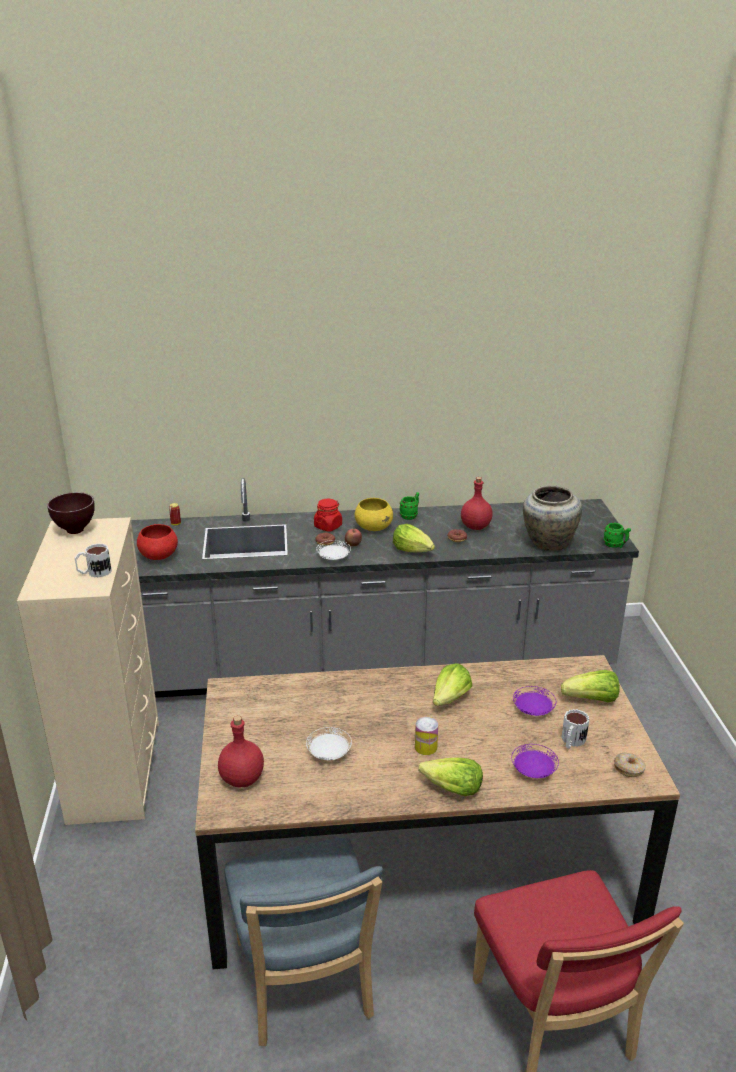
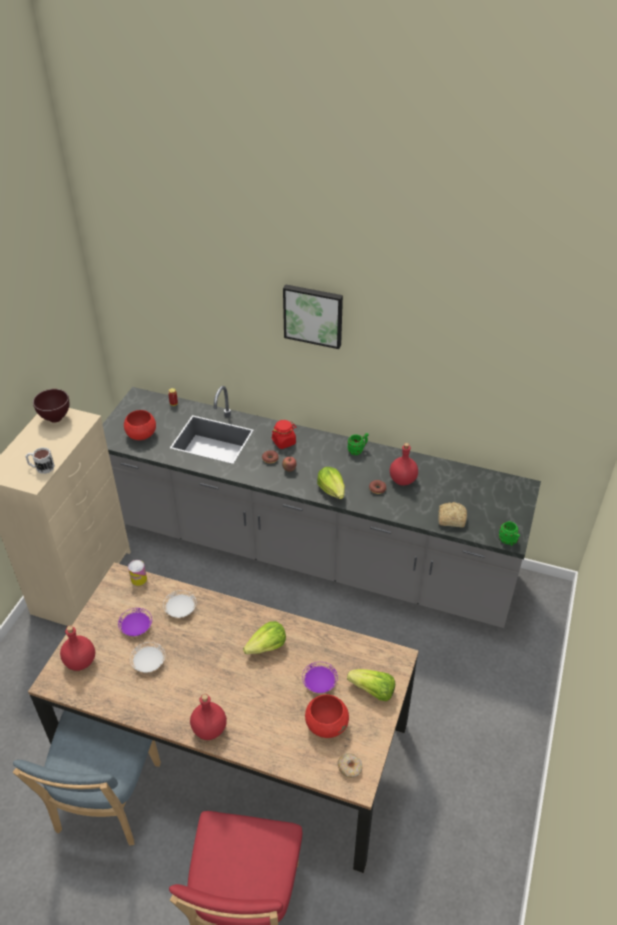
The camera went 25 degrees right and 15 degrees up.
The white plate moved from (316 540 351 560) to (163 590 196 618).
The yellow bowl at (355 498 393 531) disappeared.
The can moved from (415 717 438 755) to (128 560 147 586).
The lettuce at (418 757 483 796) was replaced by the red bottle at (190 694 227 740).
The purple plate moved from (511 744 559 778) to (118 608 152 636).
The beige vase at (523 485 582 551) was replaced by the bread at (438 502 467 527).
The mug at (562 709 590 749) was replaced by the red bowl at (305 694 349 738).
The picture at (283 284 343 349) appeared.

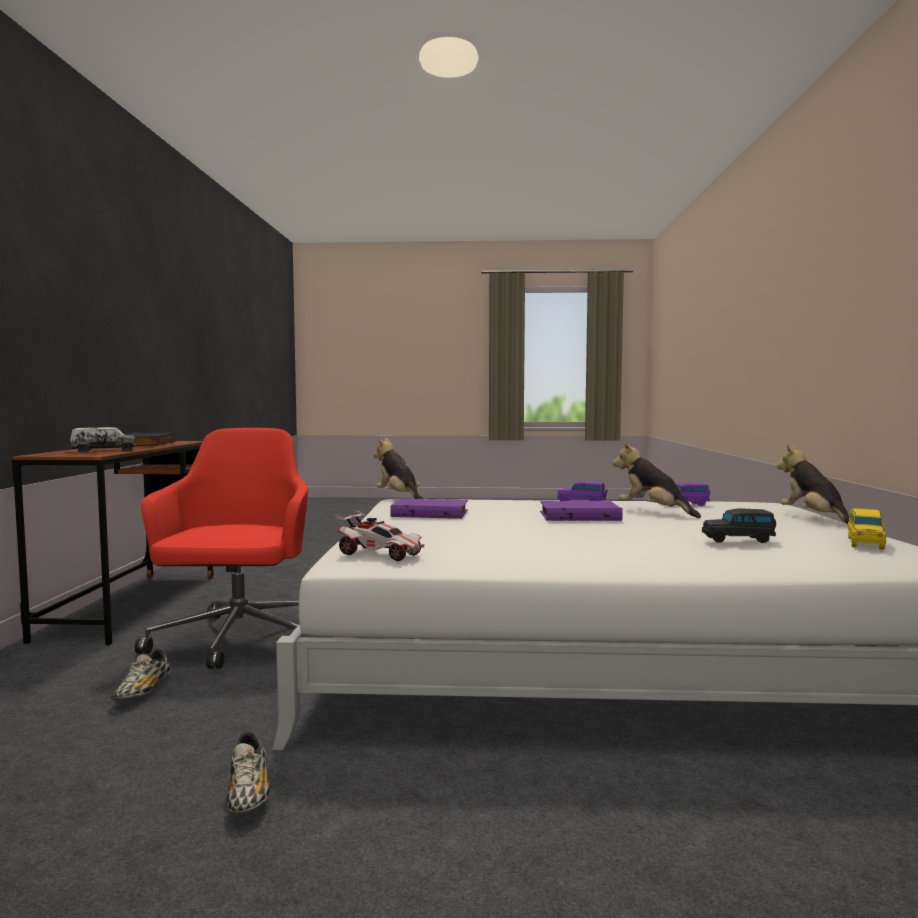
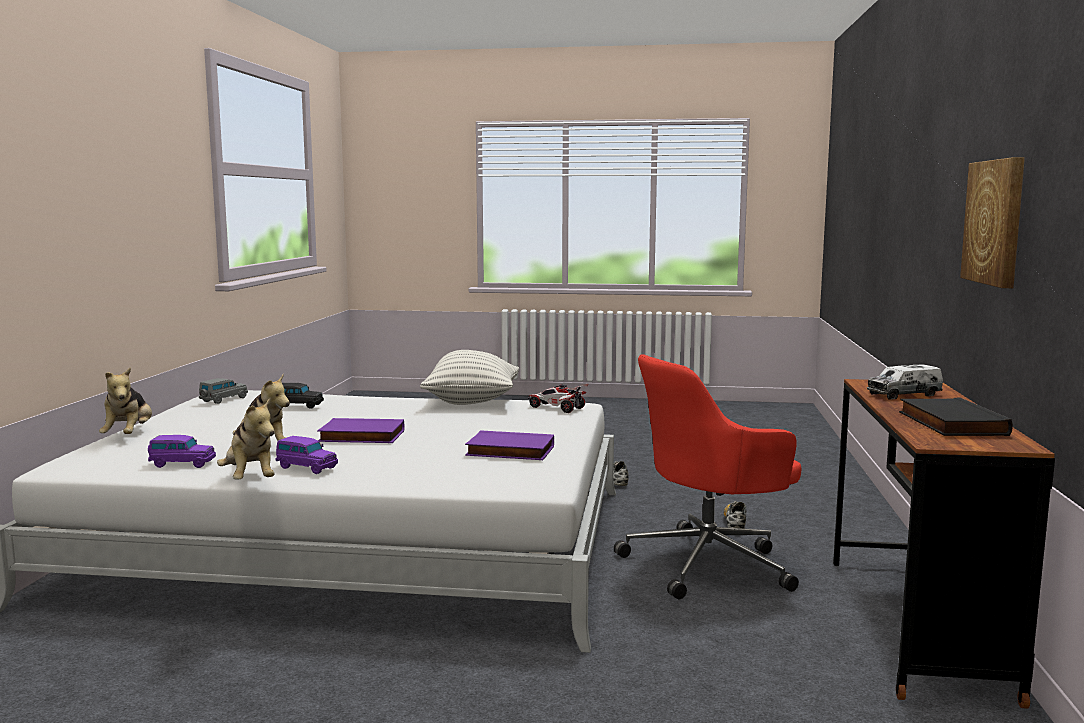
The camera went 175 degrees left and 5 degrees up.
The red office chair at (135 428 308 669) turned 60 degrees clockwise.
The plush toy moved from (373 437 424 499) to (217 398 275 480).
The yellow toy car at (848 508 887 550) became the grey toy car at (199 378 248 404).
The pillow at (420 350 519 405) appeared.
The picture at (960 157 1025 288) appeared.

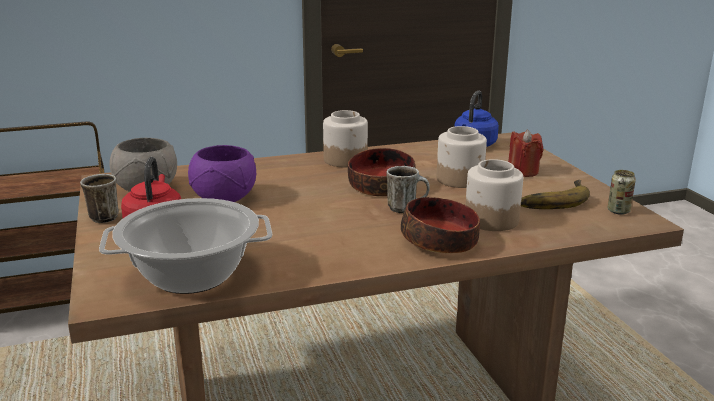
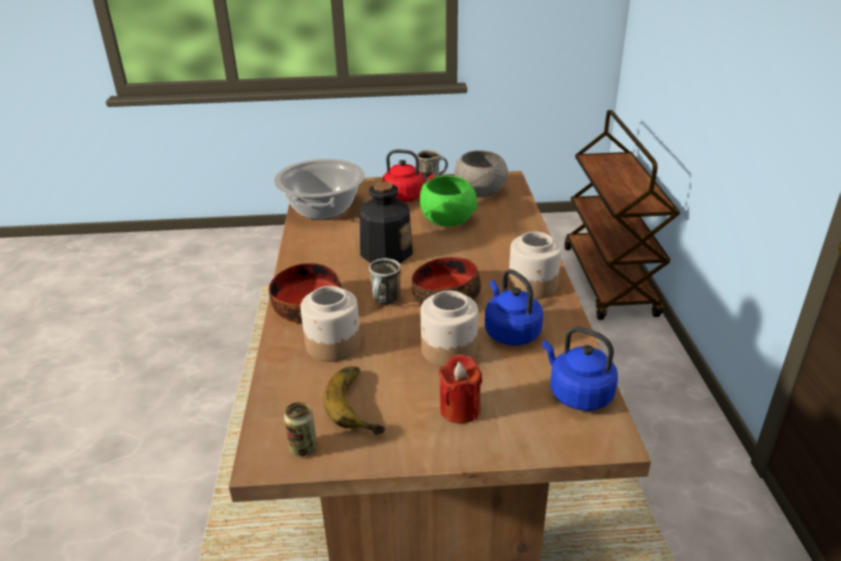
The camera went 105 degrees right and 10 degrees up.
The purple bowl at (188 145 256 202) became the green bowl at (420 175 478 227).
The bottle at (360 182 413 263) appeared.
The blue kettle at (485 269 543 346) appeared.

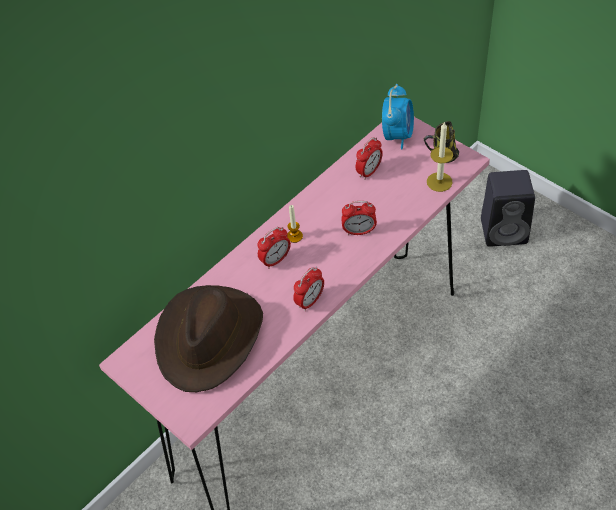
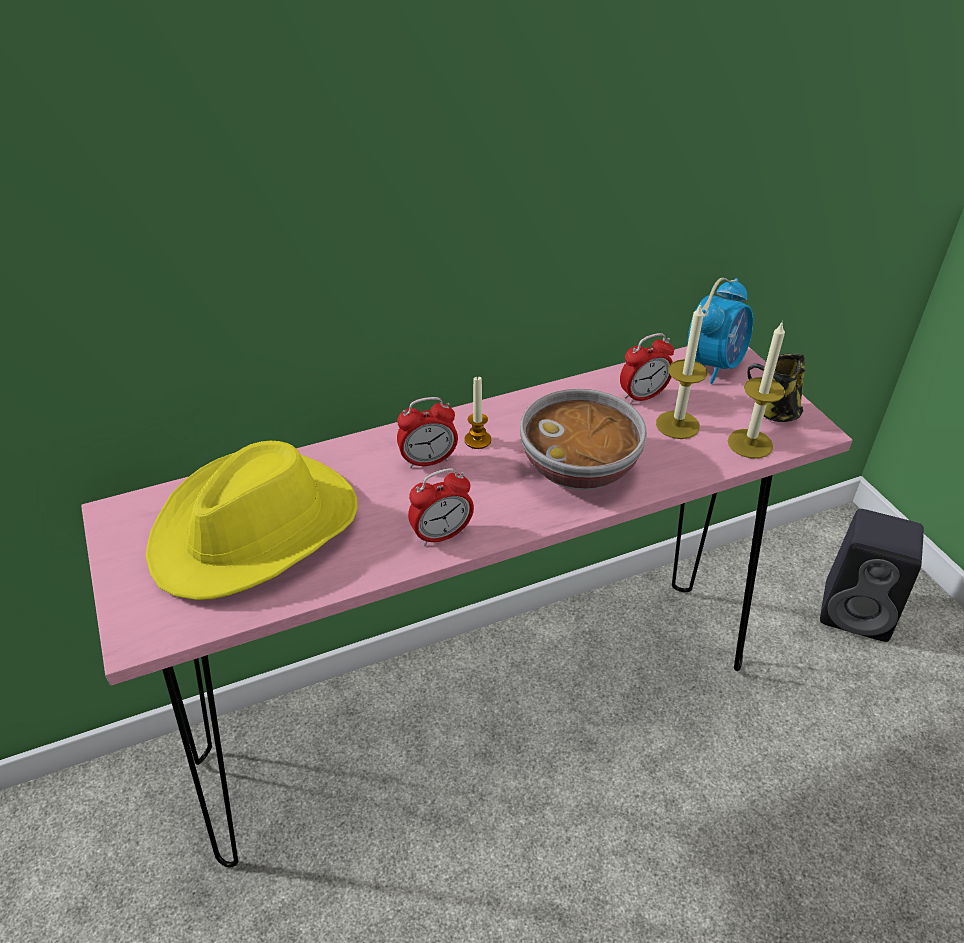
The camera went 20 degrees right and 10 degrees down.
The brown hat at (154 285 263 392) became the yellow hat at (146 441 358 600).
The alarm clock at (341 201 377 235) was replaced by the bowl at (520 389 647 490).
The candle at (656 303 707 439) appeared.

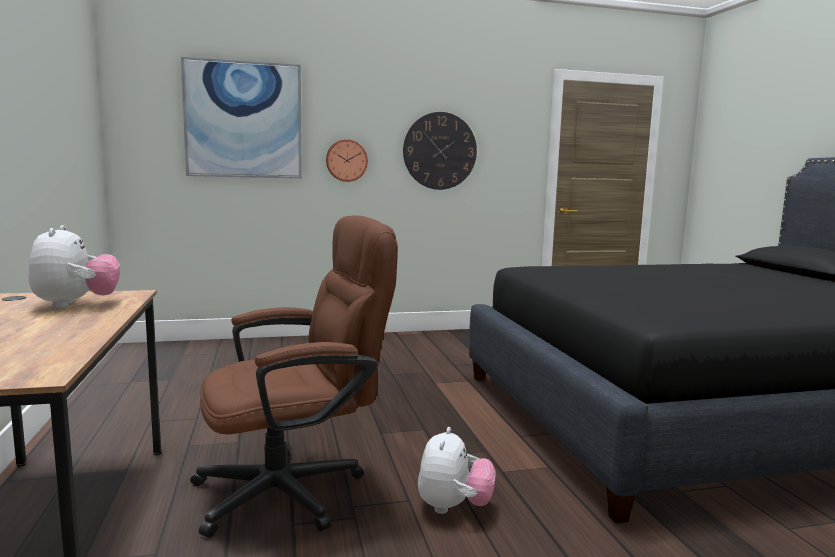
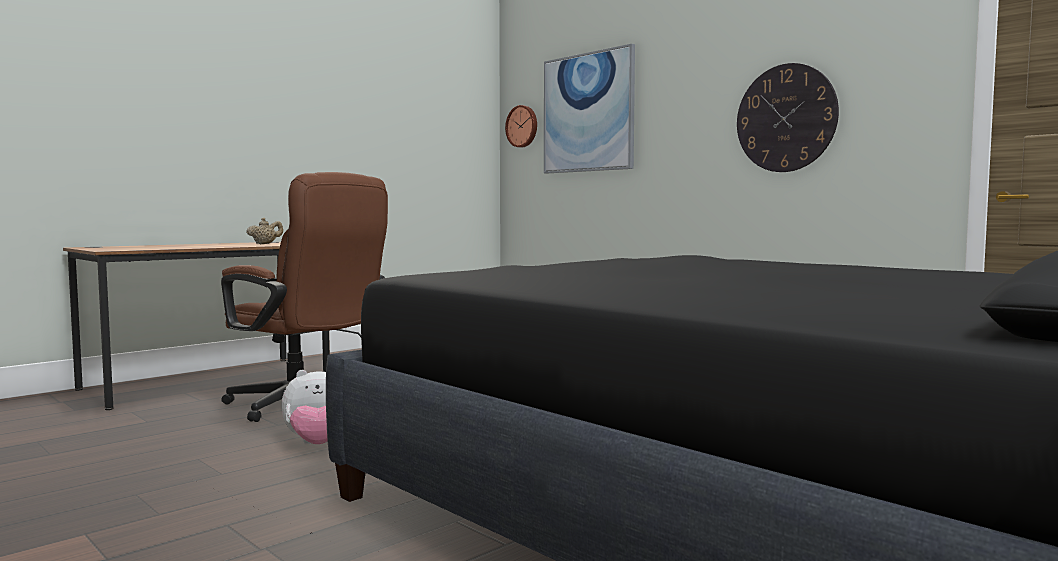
The camera went 60 degrees right and 5 degrees down.
The plush toy at (29 225 120 309) was replaced by the beige teapot at (246 218 283 244).
The wall clock moved from (326 139 368 182) to (505 105 537 147).

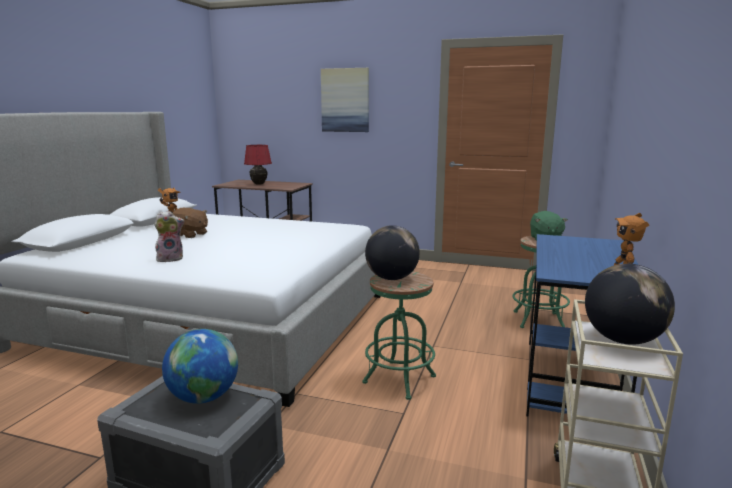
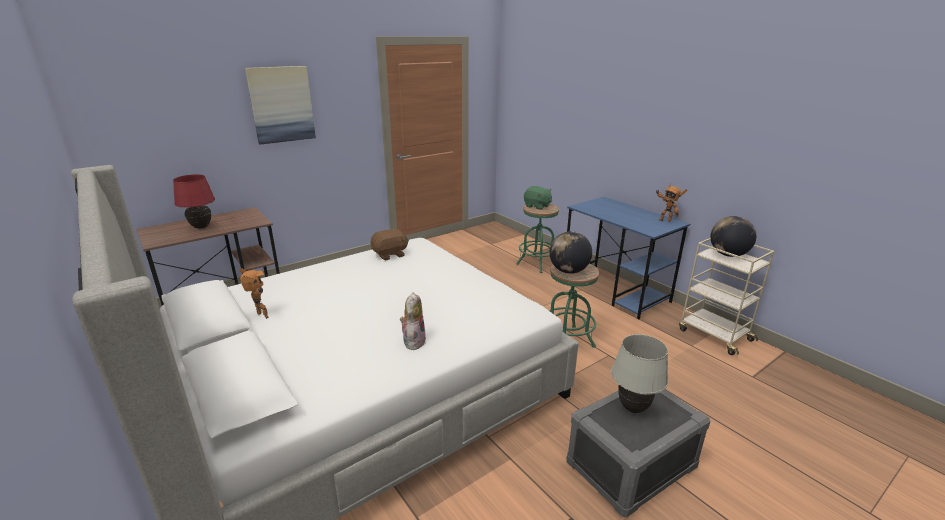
The camera went 55 degrees left and 10 degrees up.
The globe at (162 329 238 404) was replaced by the white table lamp at (611 334 668 413).
The brown plush toy moved from (172 208 208 238) to (370 228 409 260).

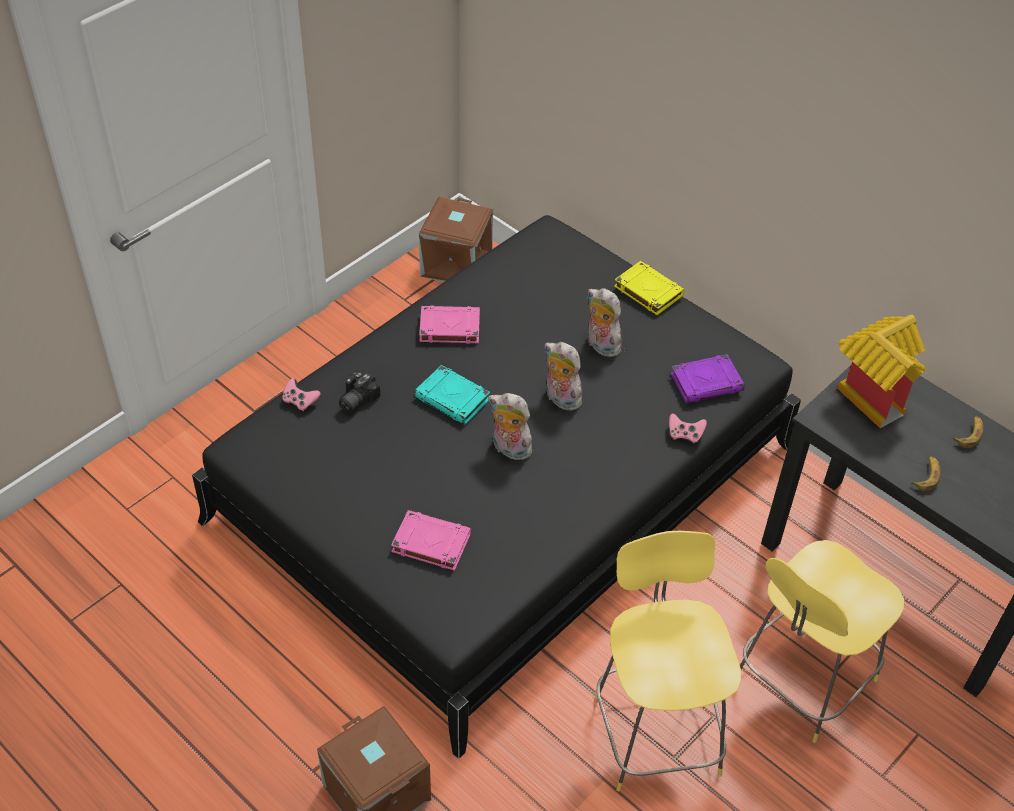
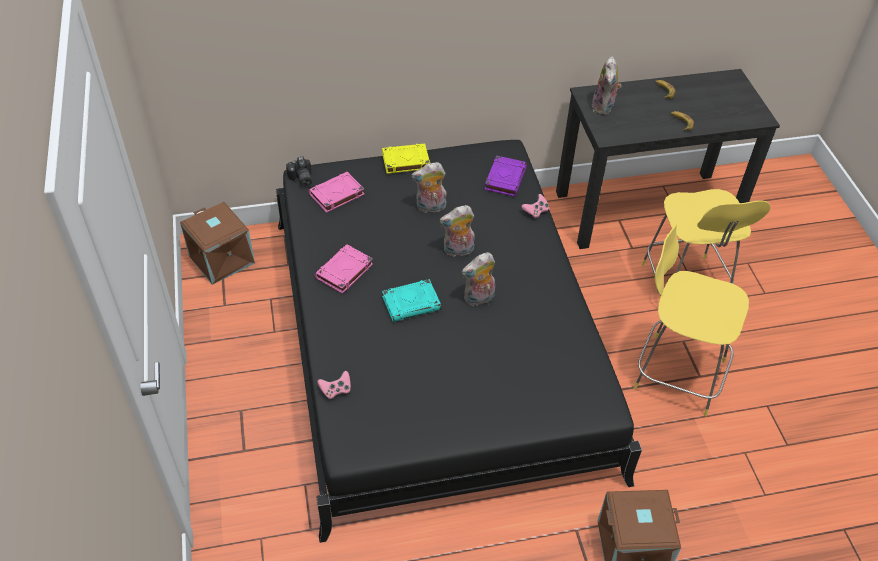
The camera went 55 degrees left and 0 degrees up.
The photo camera moved from (339 371 381 412) to (286 157 312 187).
The pink book moved from (391 510 471 571) to (308 172 364 213).
The toy house at (837 315 925 428) was replaced by the plush toy at (592 57 622 115).

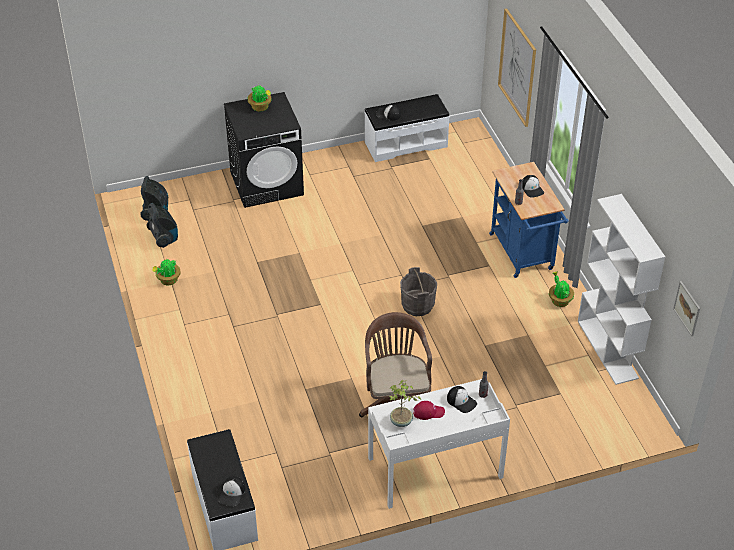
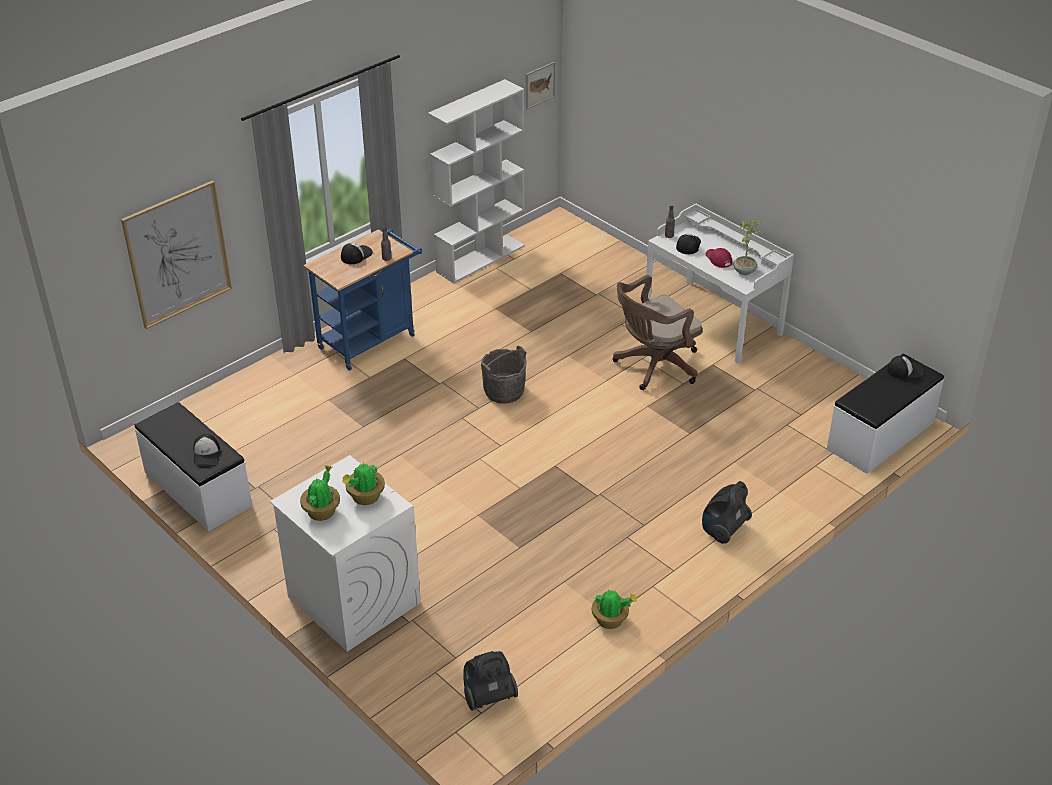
The camera went 115 degrees left and 5 degrees down.
The vacuum cleaner moved from (147 203 178 248) to (702 481 752 544).
The black washing machine at (224 92 304 208) became the white washing machine at (270 455 421 652).
The potted plant moved from (549 272 574 307) to (342 463 385 505).

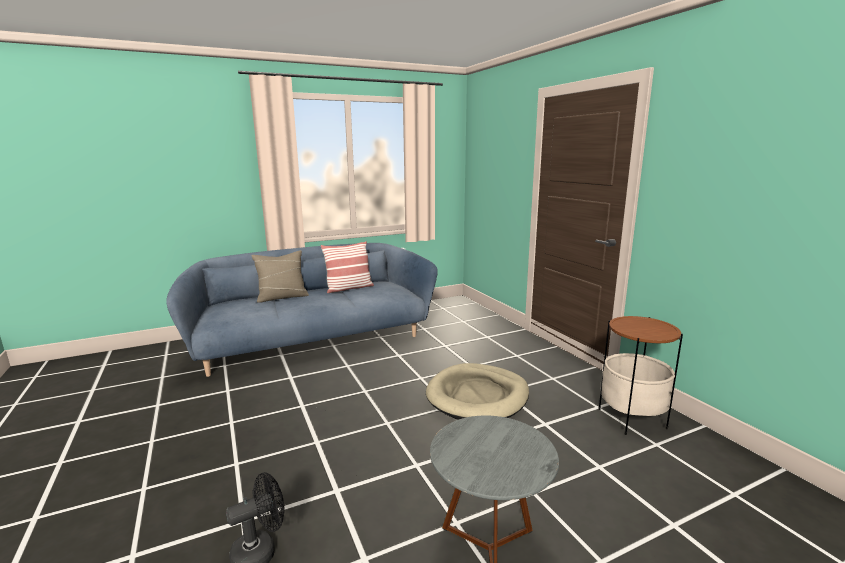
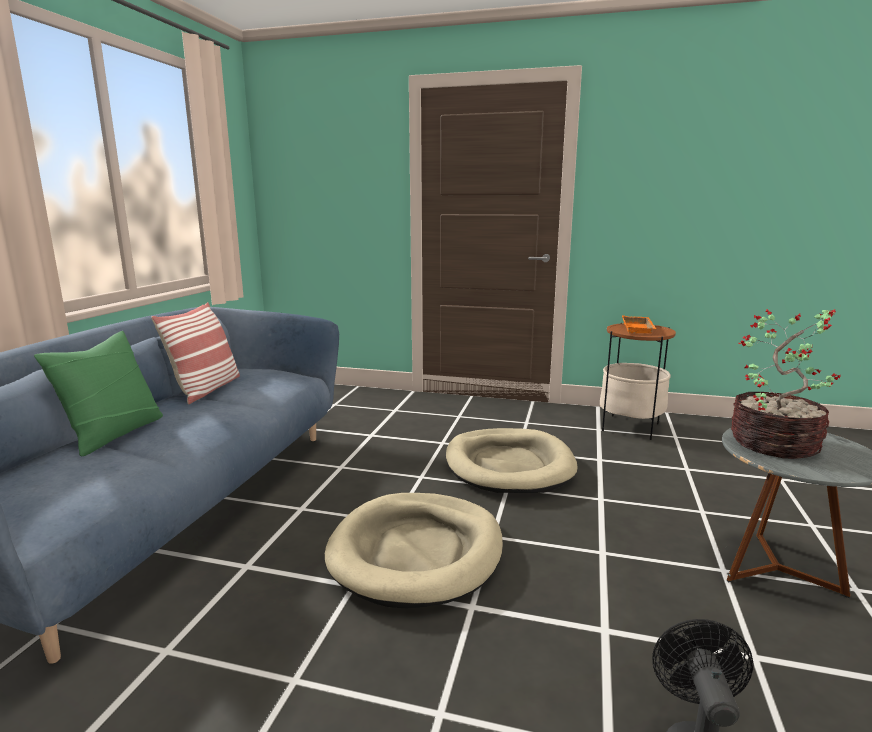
The camera went 50 degrees left and 0 degrees up.
The beige pillow at (251 250 309 303) became the green pillow at (34 331 163 456).
The beige dog bed at (325 493 503 608) appeared.
The orange tray at (622 315 656 333) appeared.
The potted plant at (731 309 841 459) appeared.

